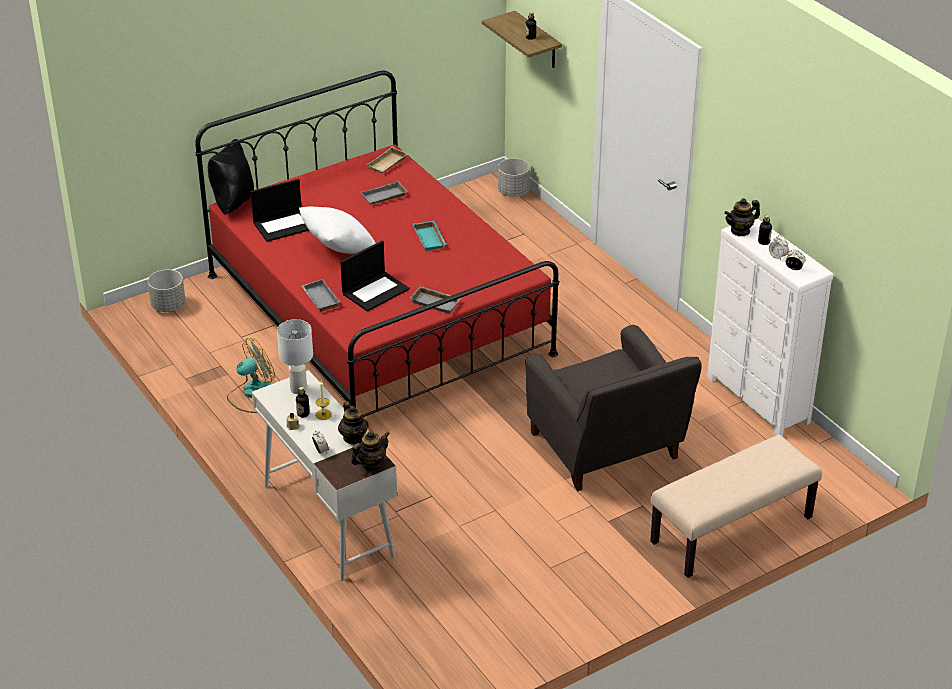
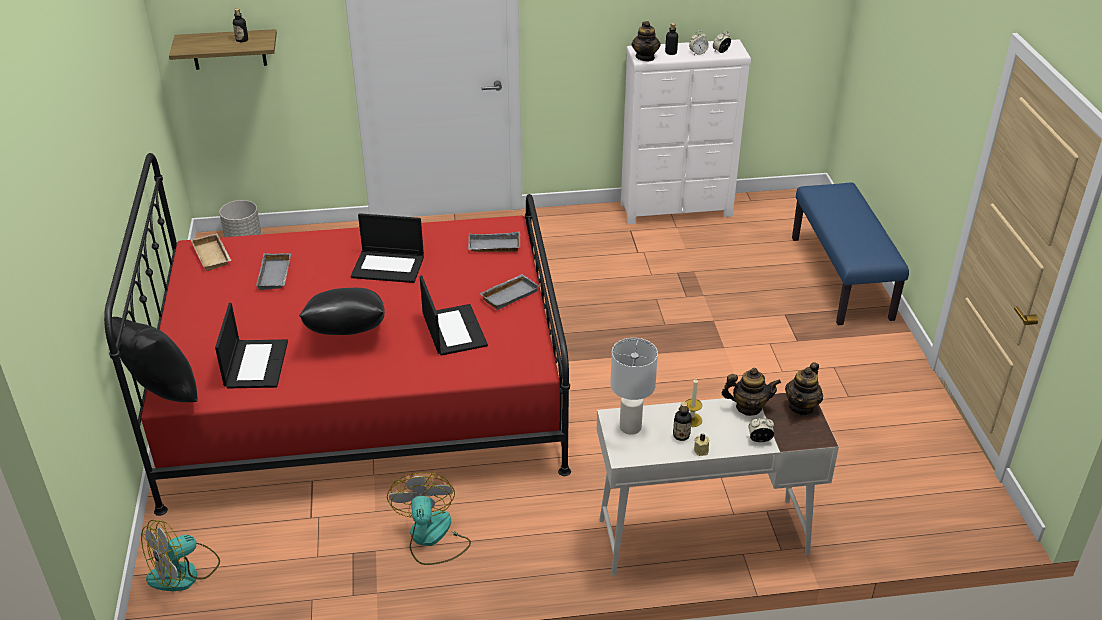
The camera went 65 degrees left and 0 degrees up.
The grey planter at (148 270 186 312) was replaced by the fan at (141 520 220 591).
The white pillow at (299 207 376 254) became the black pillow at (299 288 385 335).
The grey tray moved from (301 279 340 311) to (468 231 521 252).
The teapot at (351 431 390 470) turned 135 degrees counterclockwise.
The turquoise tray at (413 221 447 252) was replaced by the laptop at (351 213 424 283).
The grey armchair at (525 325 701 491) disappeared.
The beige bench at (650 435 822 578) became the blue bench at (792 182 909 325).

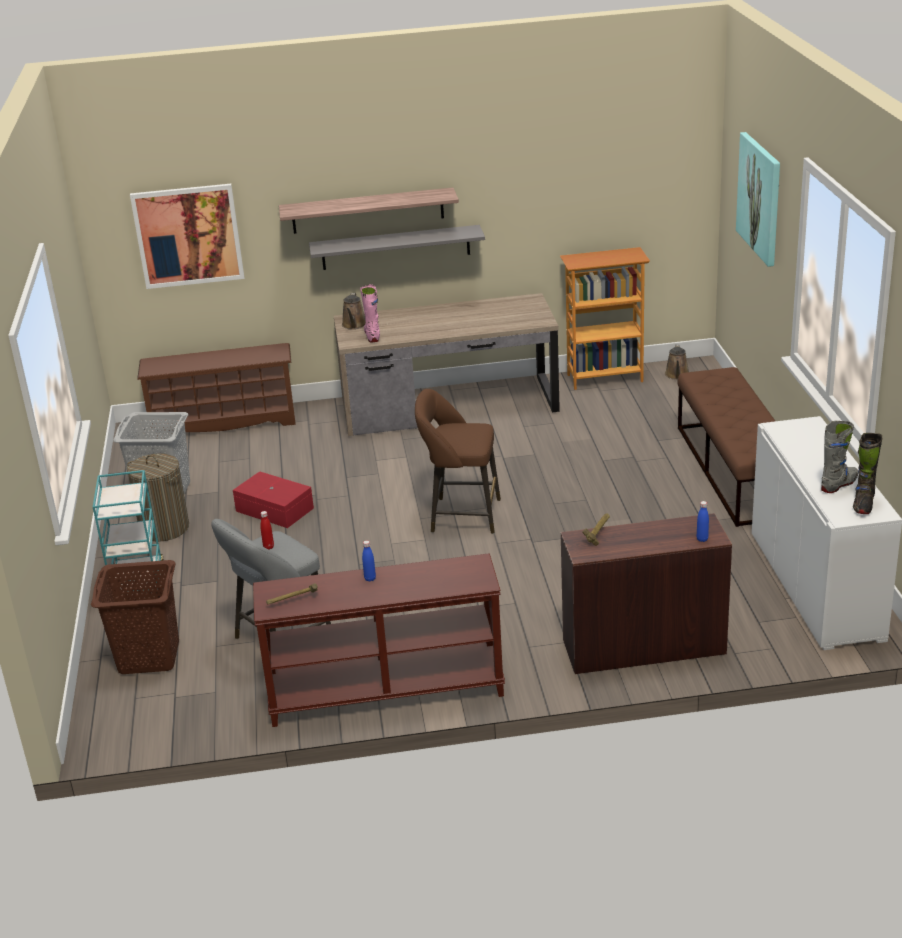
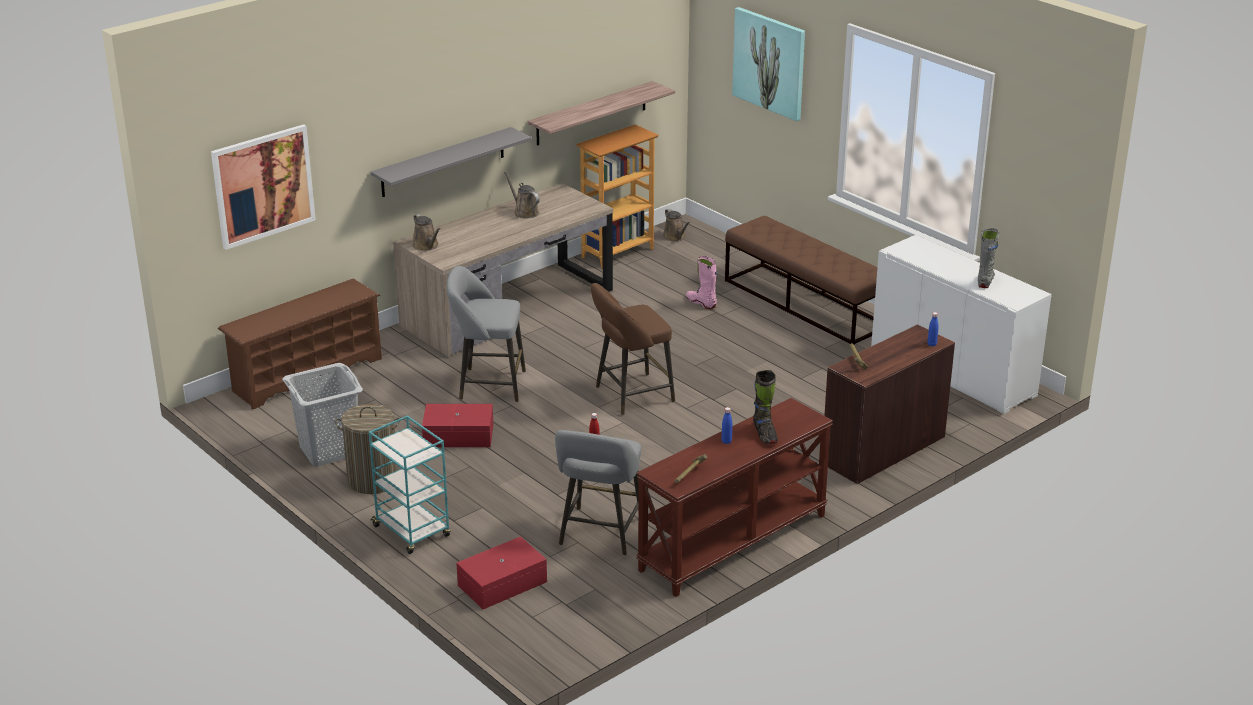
The camera went 35 degrees left and 0 degrees up.
The brown laundry basket at (91 560 179 674) was replaced by the red storage box at (456 536 547 609).
The shelf moved from (279 188 459 234) to (528 81 675 146).
The pink boot moved from (360 284 380 343) to (686 256 717 309).
The black boot moved from (853 433 882 514) to (753 370 778 444).
The grey stool at (447 266 526 402) appeared.
The brown watering can at (504 172 540 218) appeared.

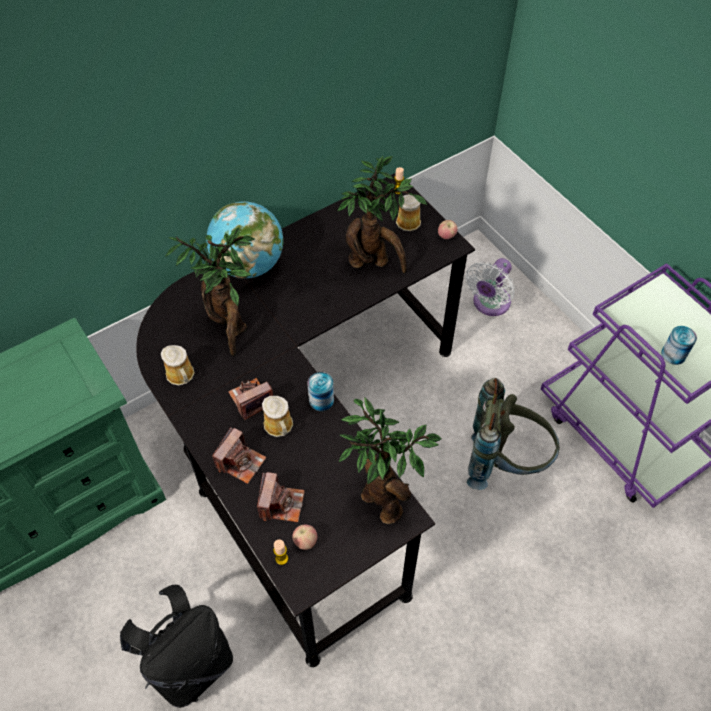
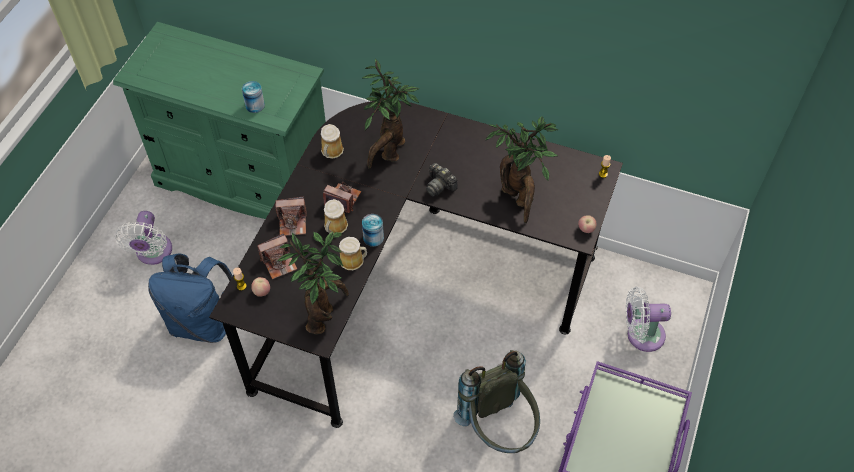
The camera went 55 degrees right and 0 degrees up.
The black backpack at (120 585 233 708) became the blue backpack at (148 253 233 343).
The globe at (206 201 283 279) disappeared.
The mug moved from (396 194 421 231) to (339 237 367 270).
The can moved from (661 326 697 365) to (242 81 265 113).
The white fan at (115 211 172 265) appeared.
The photo camera at (426 163 458 197) appeared.

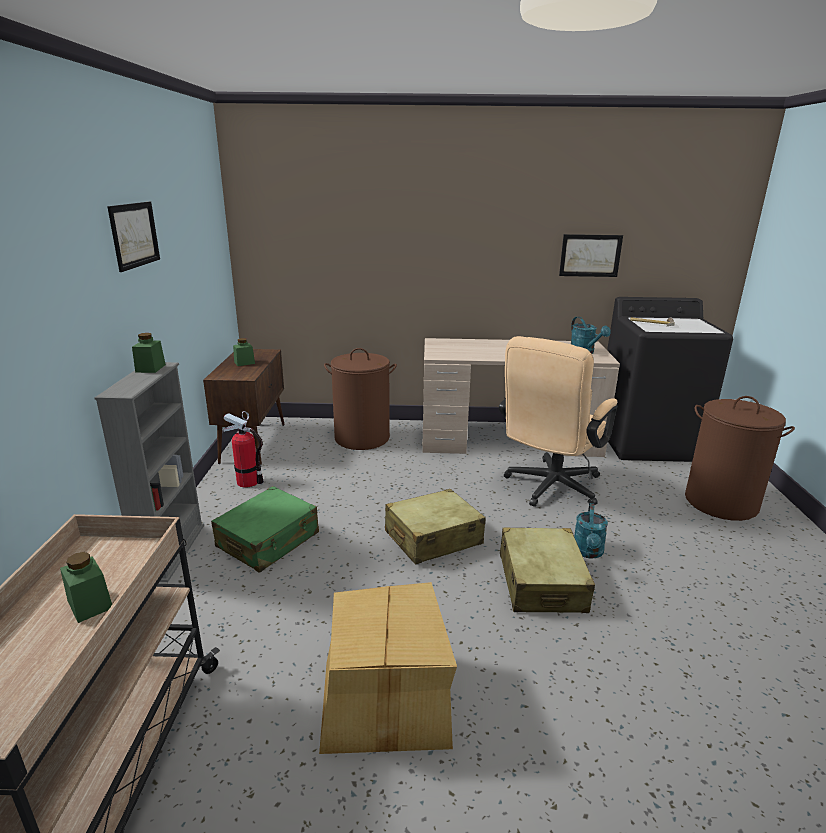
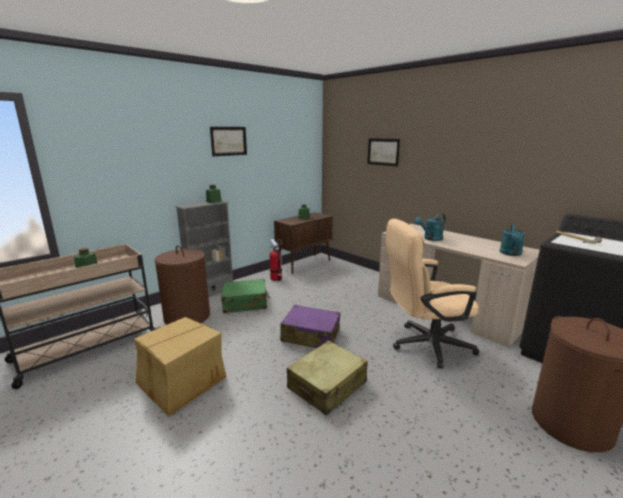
The camera went 45 degrees right and 5 degrees down.
The brown laundry basket moved from (324 348 397 450) to (155 245 210 325).
The beige suitcase at (385 489 486 564) became the purple suitcase at (280 305 340 348).
The picture moved from (559 234 623 277) to (367 138 400 166).
The turquoise watering can moved from (574 503 608 559) to (415 213 446 241).

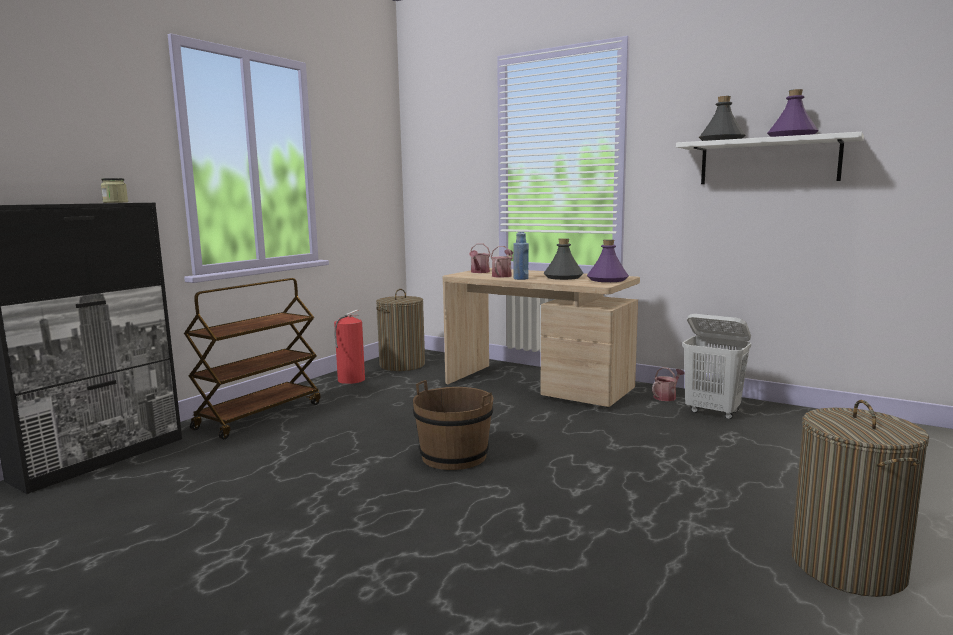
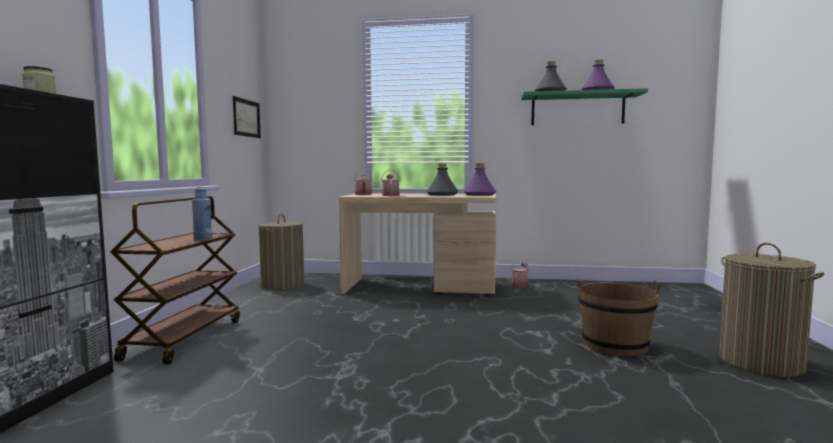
The camera went 25 degrees left and 5 degrees down.
The fire extinguisher at (334 310 365 384) disappeared.
The brown bucket moved from (413 380 493 470) to (578 278 660 356).
The blue bottle moved from (513 232 529 280) to (192 187 212 240).
The white shelf at (676 132 864 184) became the green shelf at (521 88 648 125).
The white laundry basket at (682 314 751 419) disappeared.
The picture at (233 96 261 138) appeared.

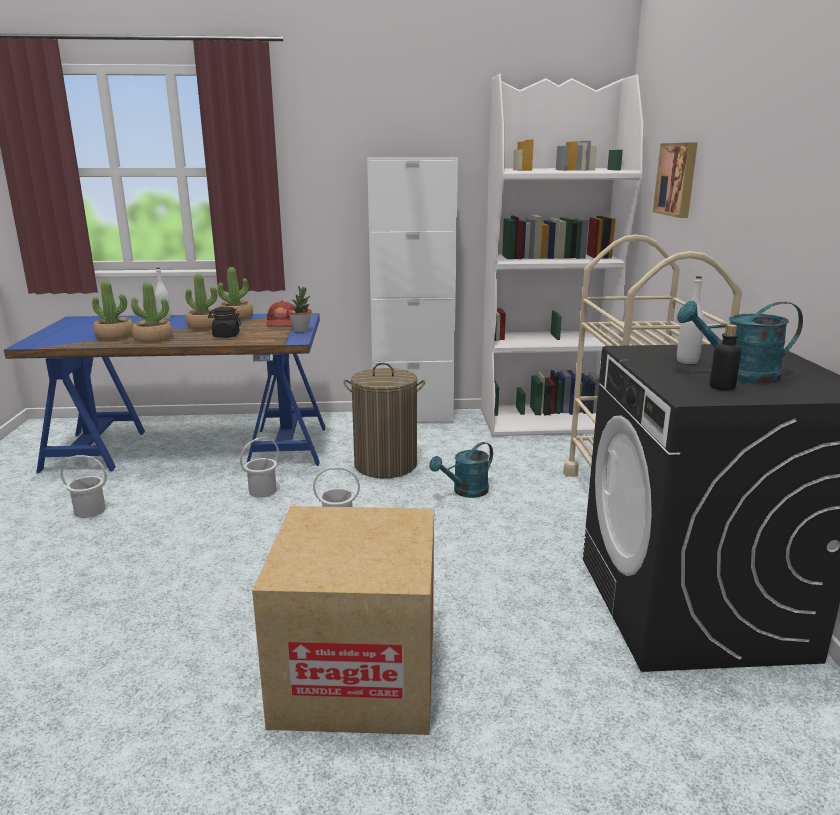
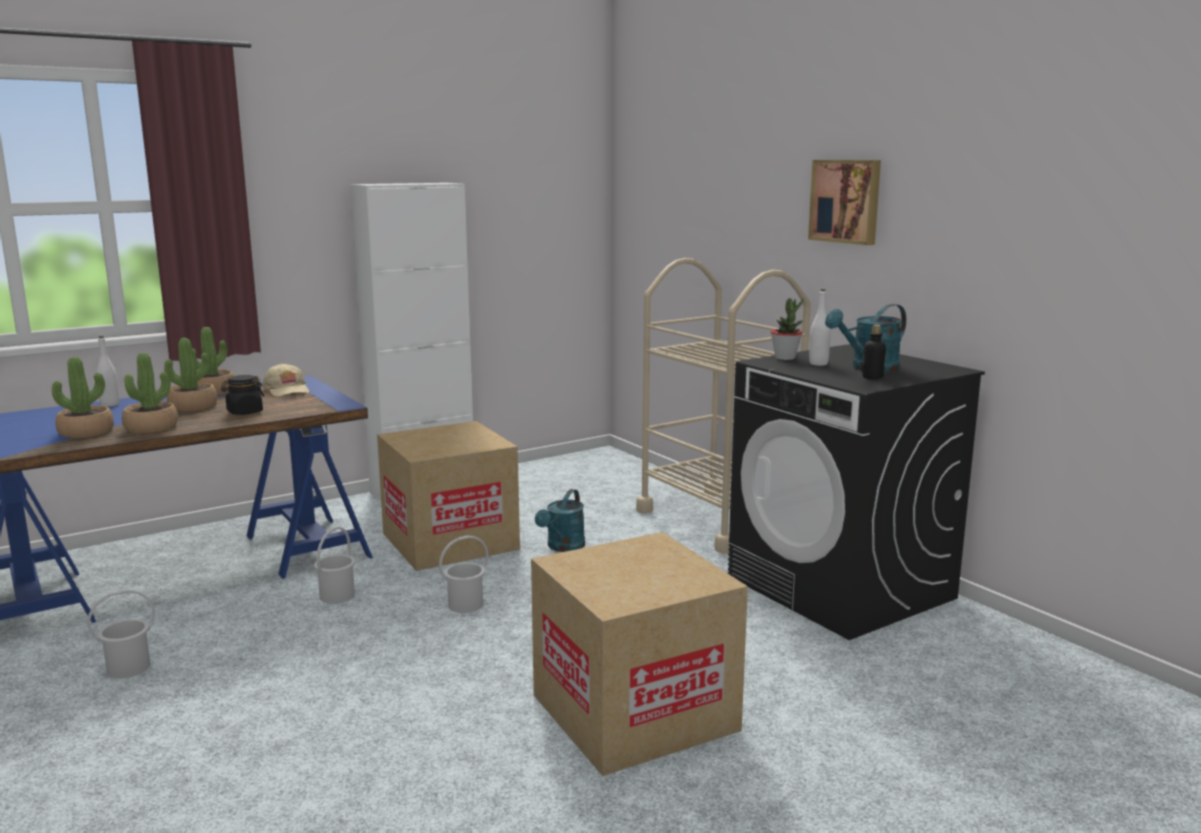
The camera went 30 degrees left and 5 degrees down.
The red cap at (266 301 296 327) became the beige cap at (262 363 309 397).
The potted plant moved from (288 286 312 332) to (771 298 804 360).
The laundry basket at (343 363 425 478) was replaced by the cardboard box at (377 421 520 571).
The white bookcase at (481 74 643 436) disappeared.
The picture moved from (653 142 698 218) to (808 160 881 245).

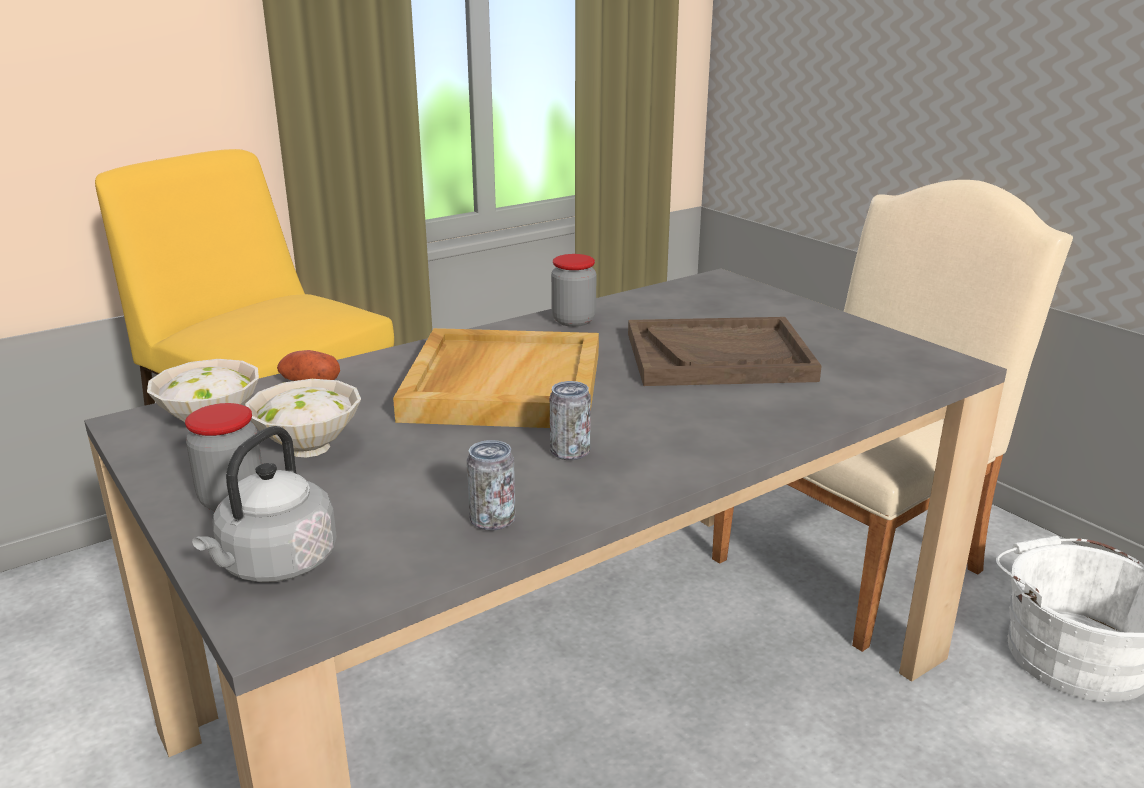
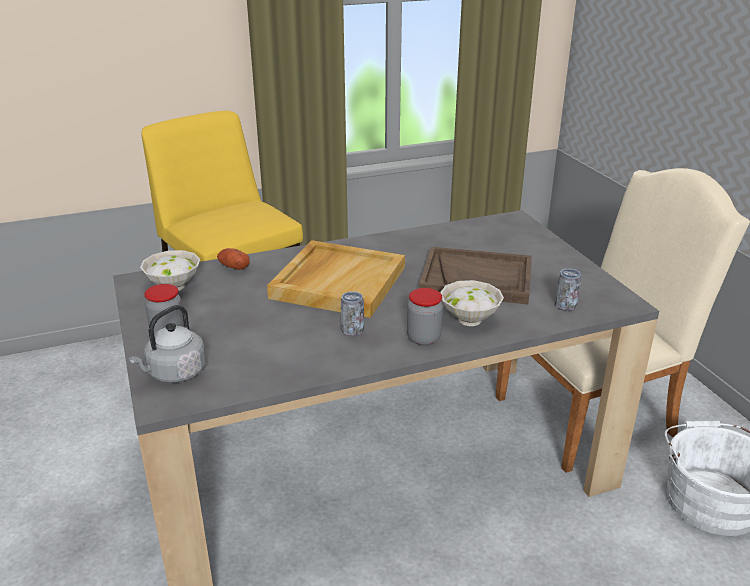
The camera went 15 degrees right and 5 degrees up.
The white bowl moved from (245 379 361 458) to (440 280 504 326).
The can moved from (467 440 516 531) to (555 268 581 311).
The jar moved from (551 254 596 327) to (407 288 443 346).

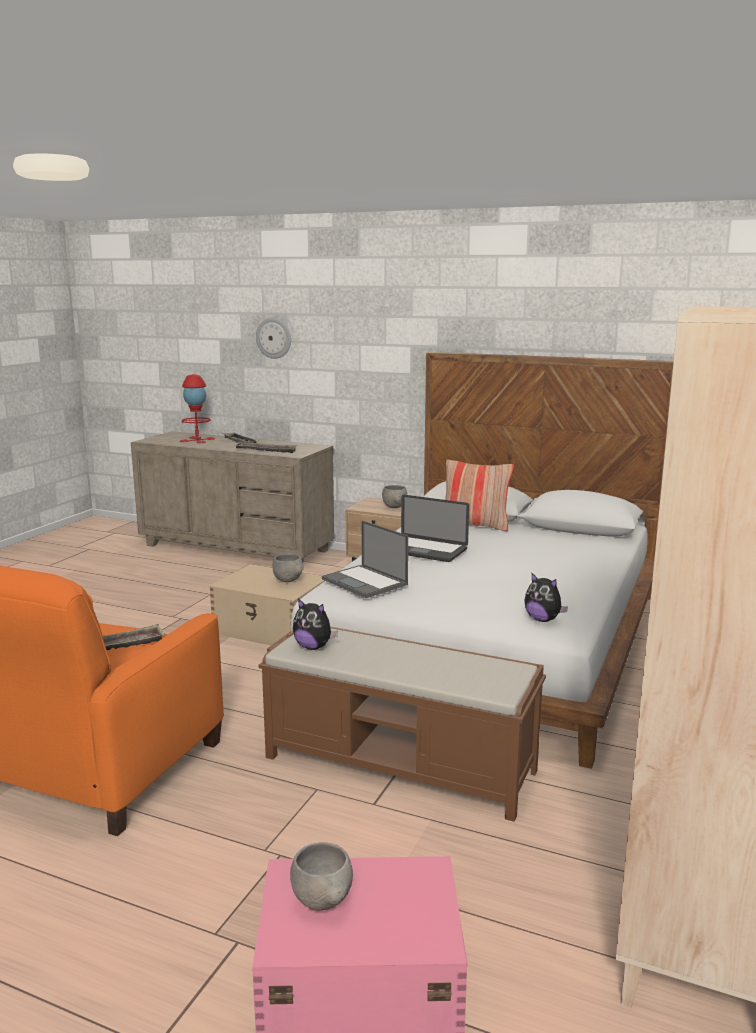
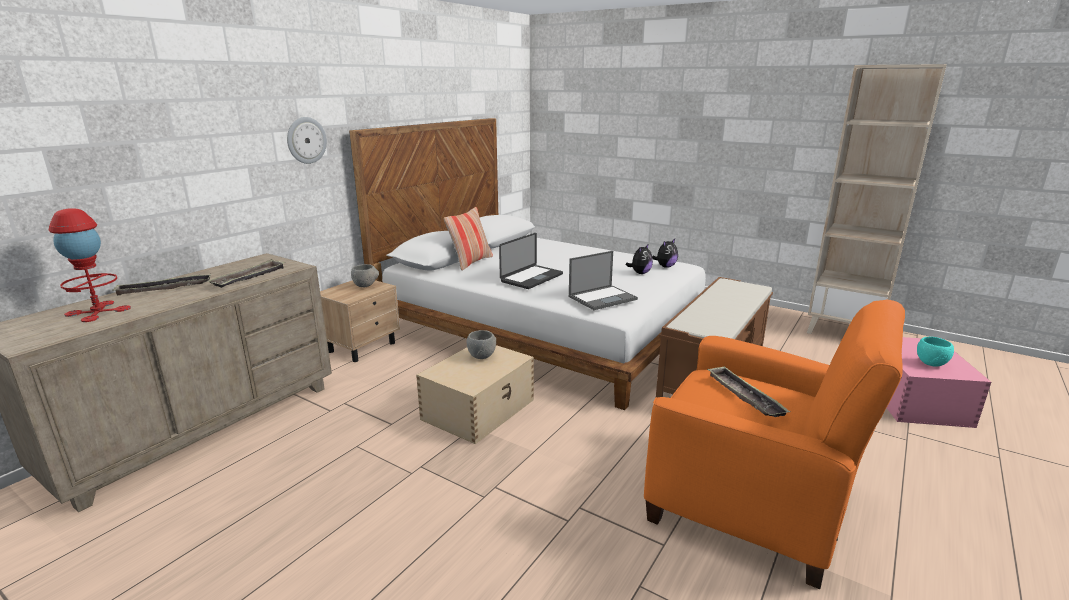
The camera went 80 degrees left and 5 degrees up.
The wall clock moved from (256 318 291 359) to (287 117 327 164).
The grey bowl at (290 842 353 911) became the turquoise bowl at (917 337 954 366).
The plush toy moved from (293 599 338 650) to (625 245 653 274).

